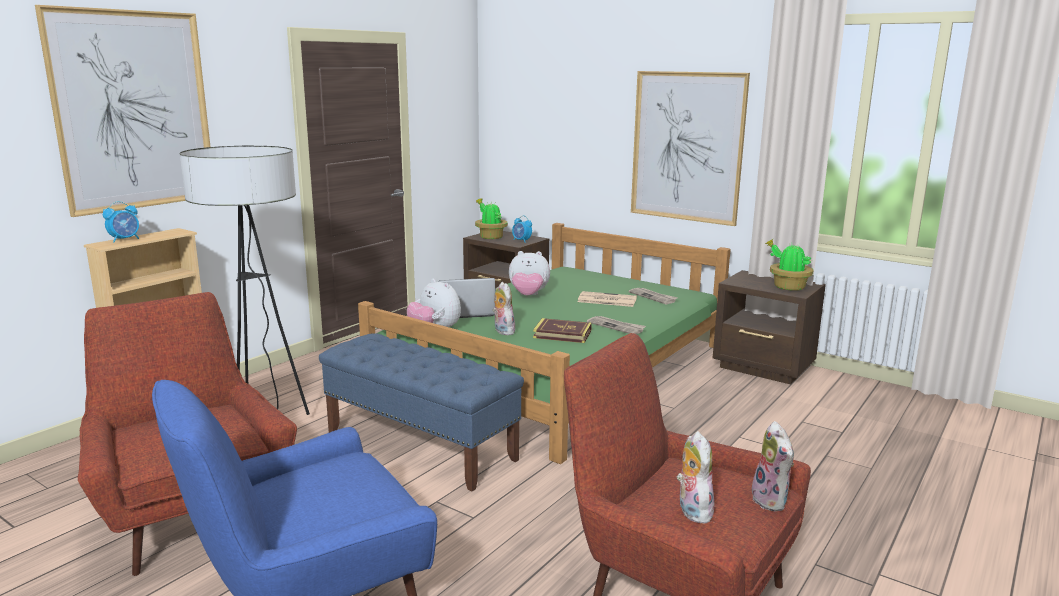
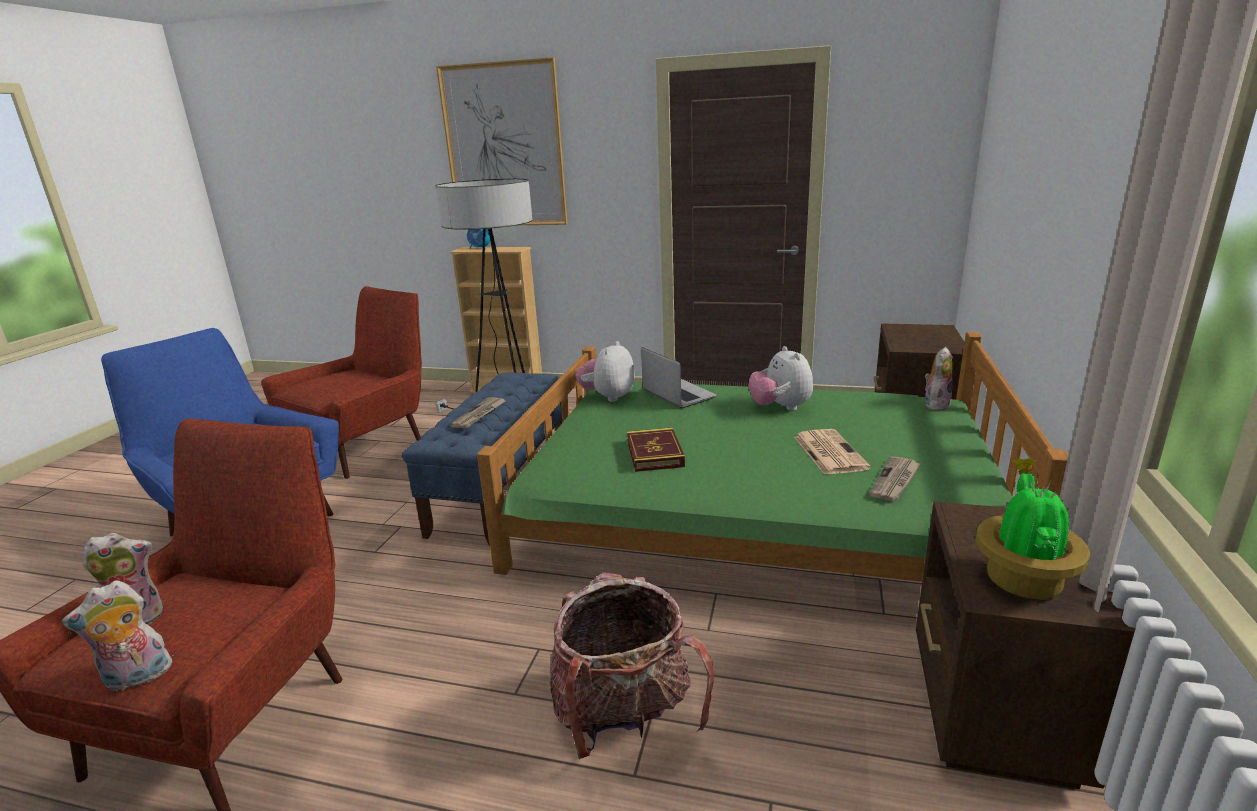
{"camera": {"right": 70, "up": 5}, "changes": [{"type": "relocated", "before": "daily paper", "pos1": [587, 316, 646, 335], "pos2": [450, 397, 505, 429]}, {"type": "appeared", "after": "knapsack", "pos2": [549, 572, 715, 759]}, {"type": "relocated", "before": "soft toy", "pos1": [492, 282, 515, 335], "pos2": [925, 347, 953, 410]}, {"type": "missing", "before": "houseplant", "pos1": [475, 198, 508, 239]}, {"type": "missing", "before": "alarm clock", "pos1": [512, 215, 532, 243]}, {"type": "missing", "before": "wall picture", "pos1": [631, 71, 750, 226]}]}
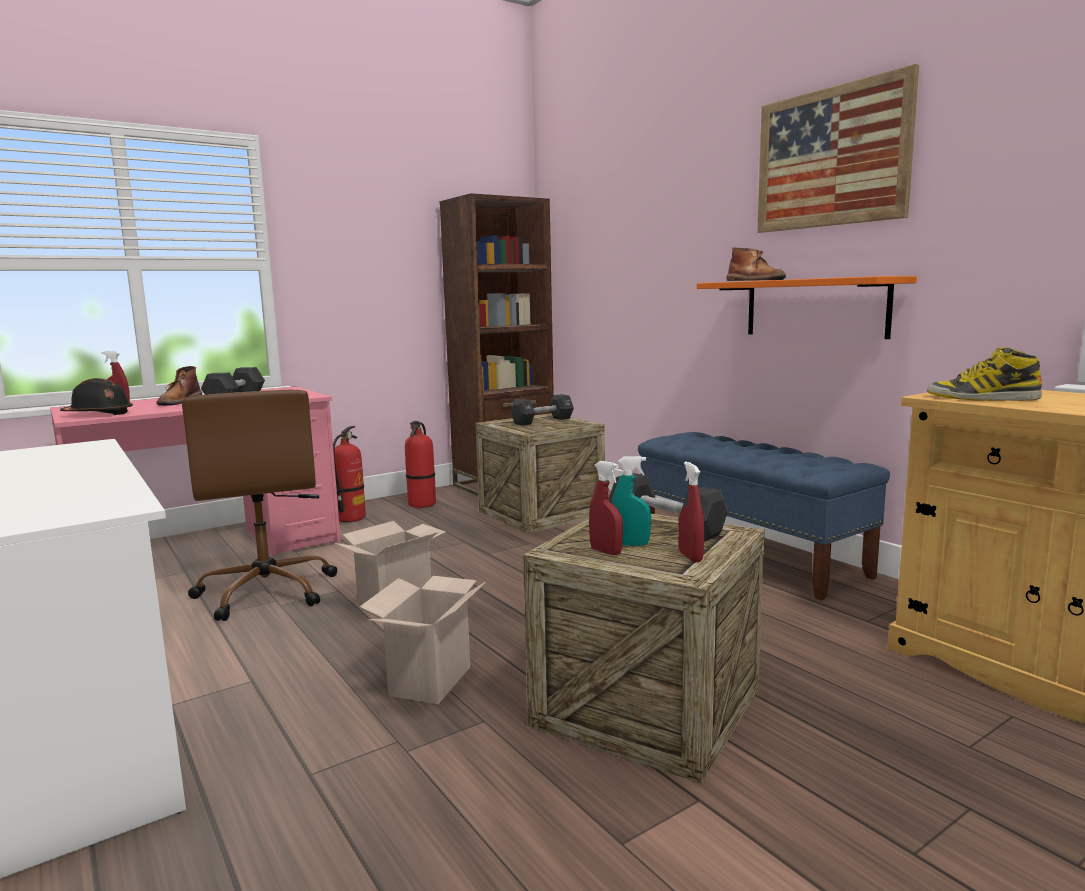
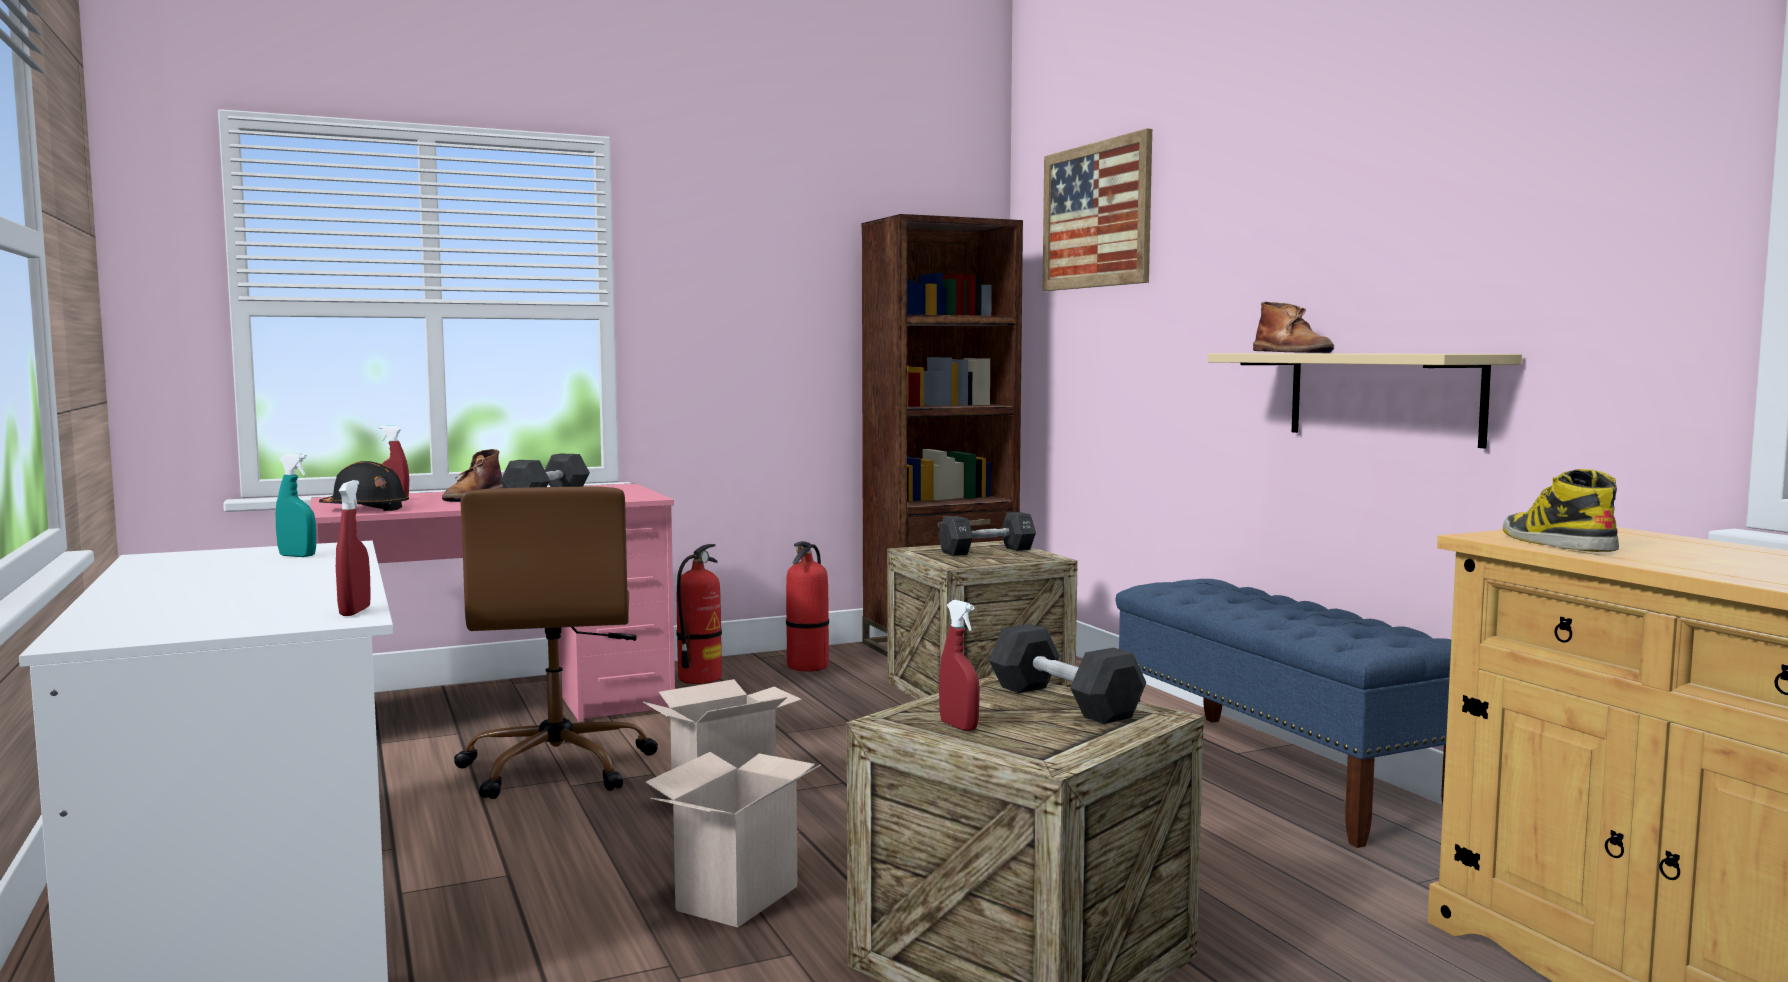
{"camera": {"right": 10, "up": -5}, "changes": [{"type": "relocated", "before": "hand sprayer (blue-green)", "pos1": [612, 456, 651, 546], "pos2": [276, 454, 316, 557]}, {"type": "relocated", "before": "hand sprayer (red-coloured)", "pos1": [679, 462, 704, 563], "pos2": [336, 480, 371, 616]}, {"type": "relocated", "before": "wall picture", "pos1": [757, 64, 919, 233], "pos2": [1042, 129, 1152, 291]}, {"type": "colour", "before": "bracket shelf (orange)", "after": "bracket shelf (beige)", "pos1": [697, 276, 917, 339], "pos2": [1207, 353, 1522, 448]}, {"type": "spun", "before": "high-top boot", "pos1": [927, 347, 1042, 401], "pos2": [1503, 469, 1619, 552], "turn": 45}]}
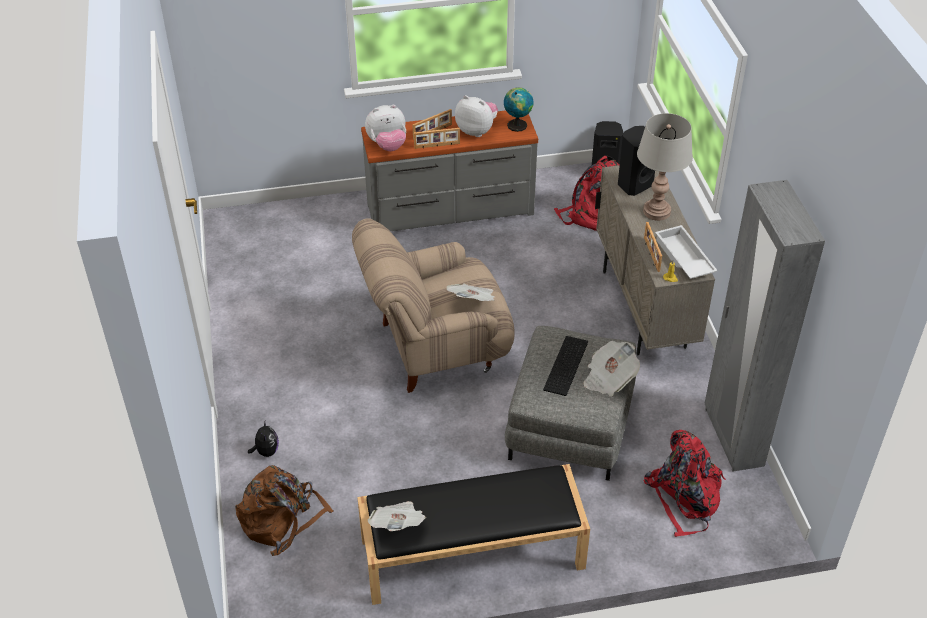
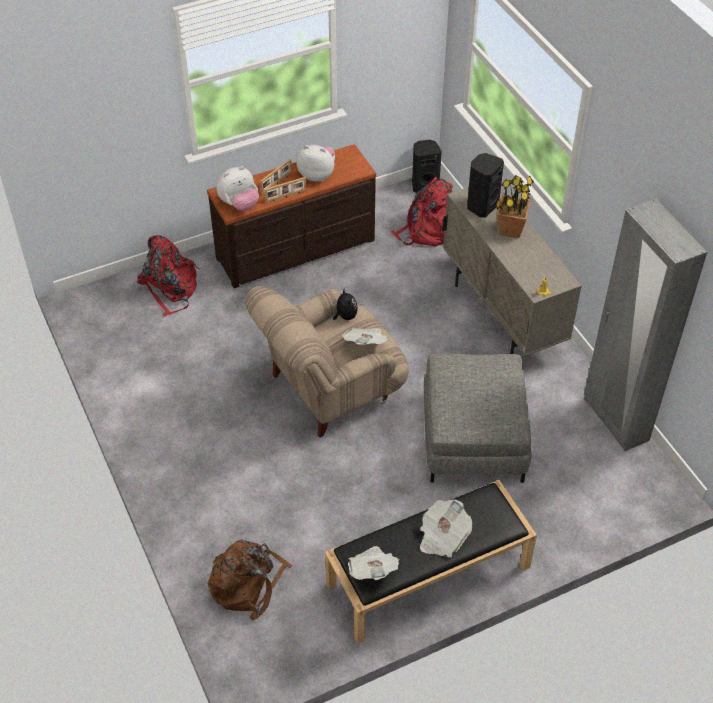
{"camera": {"right": -15, "up": 5}, "changes": [{"type": "relocated", "before": "knapsack (red-coloured)", "pos1": [644, 430, 726, 537], "pos2": [137, 235, 199, 316]}, {"type": "colour", "before": "chest of drawers (grey)", "after": "chest of drawers (brownish)", "pos1": [361, 110, 538, 231], "pos2": [207, 144, 376, 288]}, {"type": "relocated", "before": "soft toy", "pos1": [248, 422, 279, 457], "pos2": [333, 288, 358, 320]}, {"type": "relocated", "before": "daily paper", "pos1": [583, 341, 640, 396], "pos2": [420, 500, 472, 558]}, {"type": "exchanged", "before": "table lamp (grey)", "after": "houseplant", "pos1": [637, 113, 693, 221], "pos2": [495, 175, 534, 238]}, {"type": "missing", "before": "globe", "pos1": [504, 87, 534, 132]}, {"type": "missing", "before": "keyboard", "pos1": [543, 336, 588, 396]}, {"type": "missing", "before": "photo frame", "pos1": [644, 222, 662, 272]}, {"type": "missing", "before": "tray (white-coloured)", "pos1": [655, 225, 718, 279]}]}
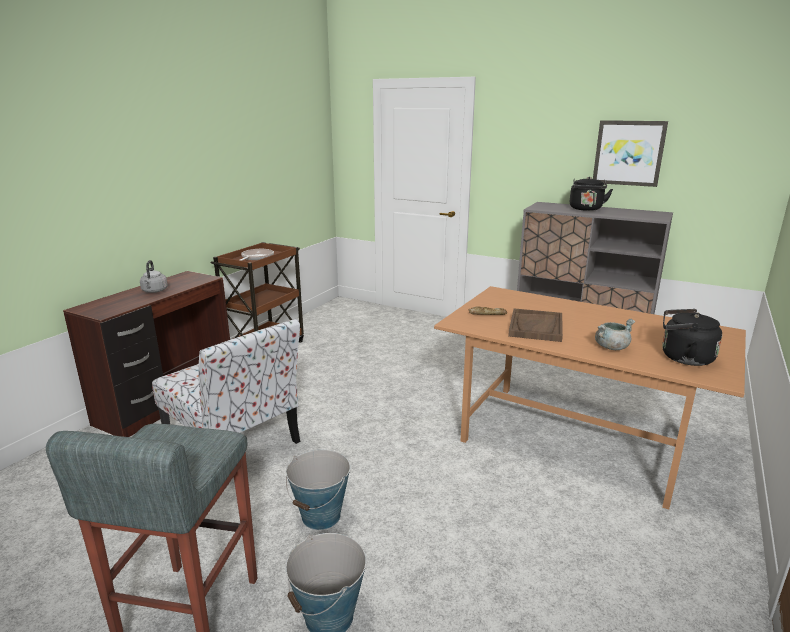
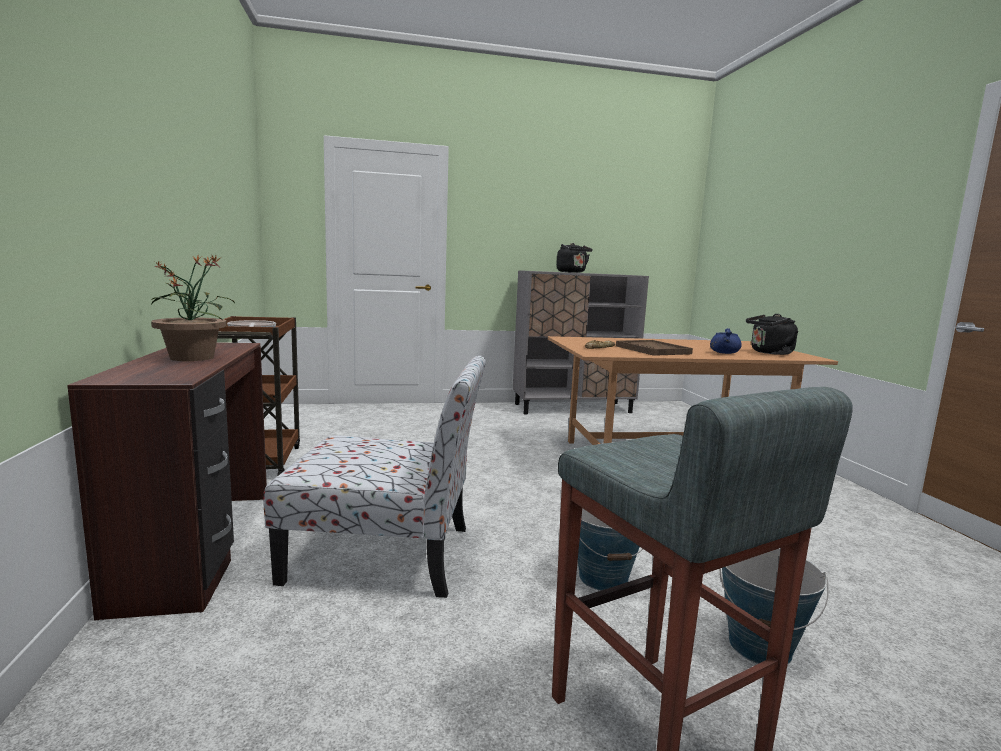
{"camera": {"right": -40, "up": -10}, "changes": [{"type": "exchanged", "before": "water kettle (grey)", "after": "houseplant", "pos1": [140, 260, 168, 293], "pos2": [151, 254, 235, 361]}, {"type": "colour", "before": "stockpot (grey)", "after": "stockpot (blue)", "pos1": [595, 319, 635, 350], "pos2": [710, 328, 742, 354]}, {"type": "missing", "before": "wall picture", "pos1": [593, 120, 668, 187]}]}
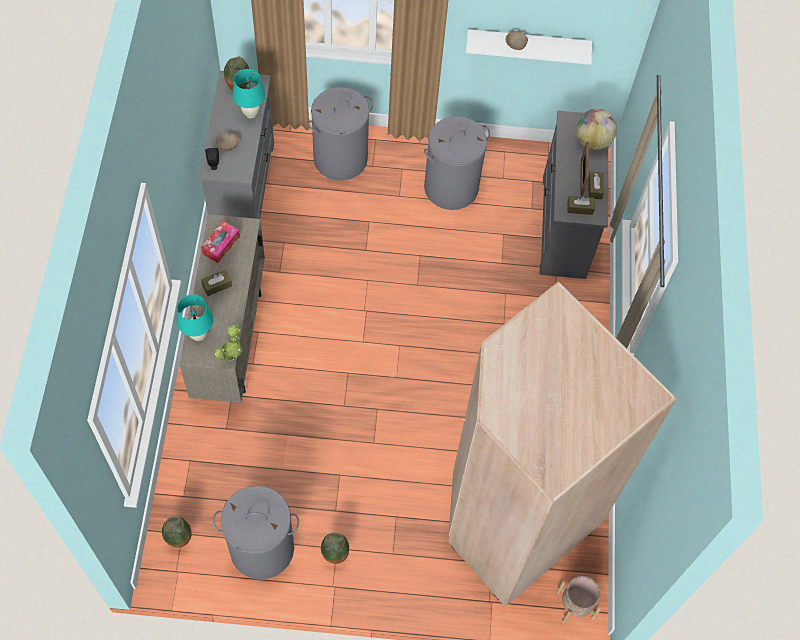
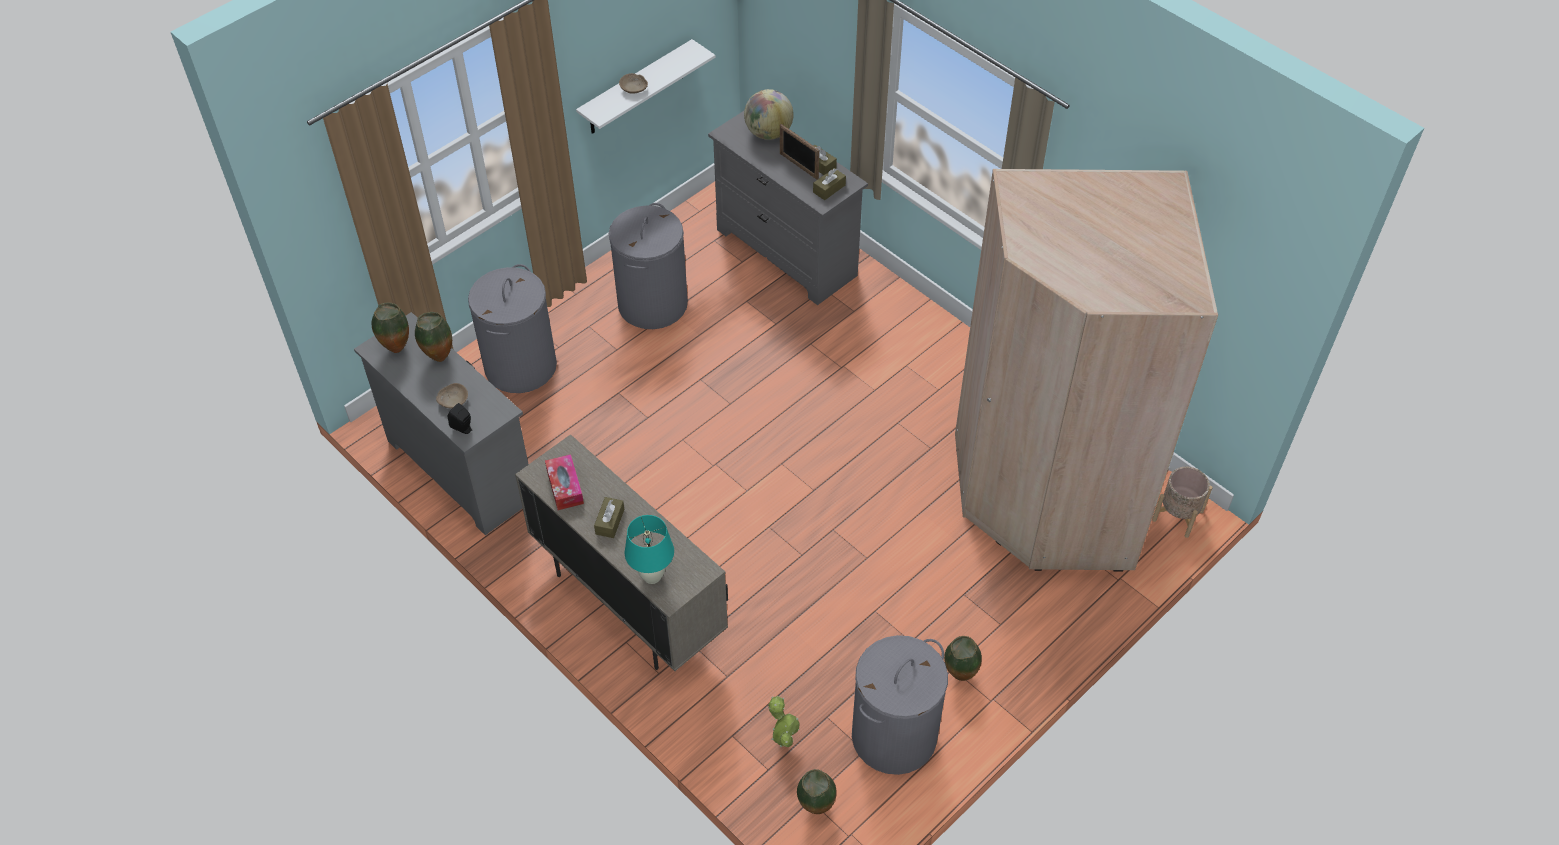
{"camera": {"right": -45, "up": -10}, "changes": [{"type": "exchanged", "before": "table lamp (blue-green)", "after": "vase", "pos1": [232, 69, 266, 118], "pos2": [415, 312, 452, 362]}, {"type": "relocated", "before": "houseplant", "pos1": [215, 324, 242, 361], "pos2": [768, 696, 800, 747]}]}
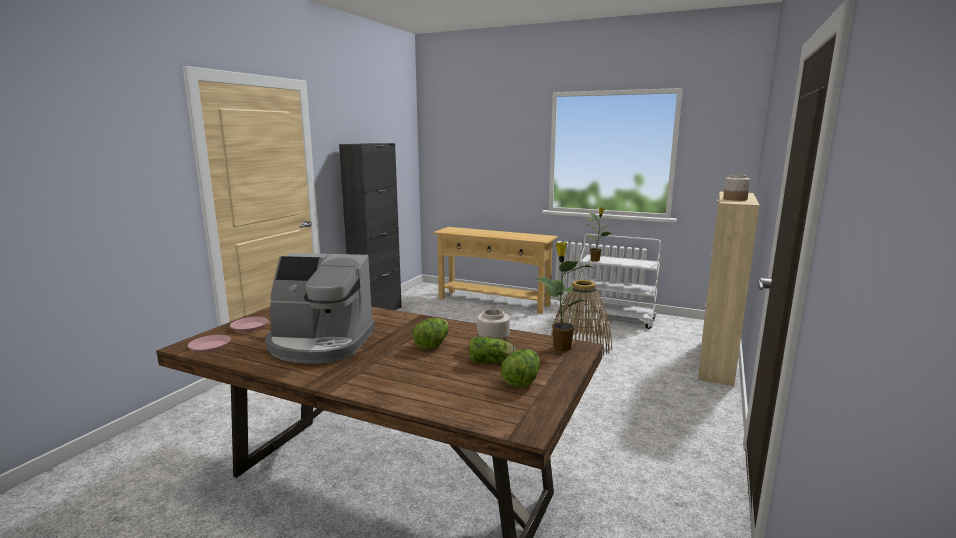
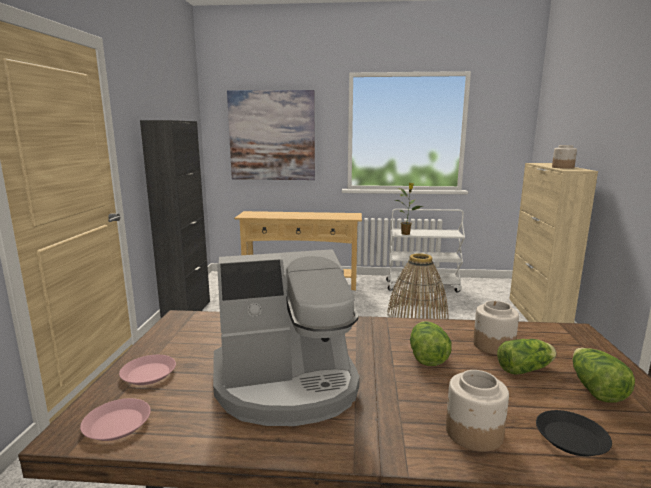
{"camera": {"right": -20, "up": 0}, "changes": [{"type": "appeared", "after": "wall picture", "pos2": [227, 90, 315, 180]}, {"type": "appeared", "after": "storage jar", "pos2": [446, 370, 509, 452]}, {"type": "appeared", "after": "flat dish (black-coloured)", "pos2": [536, 410, 612, 457]}, {"type": "missing", "before": "houseplant", "pos1": [535, 242, 594, 351]}]}
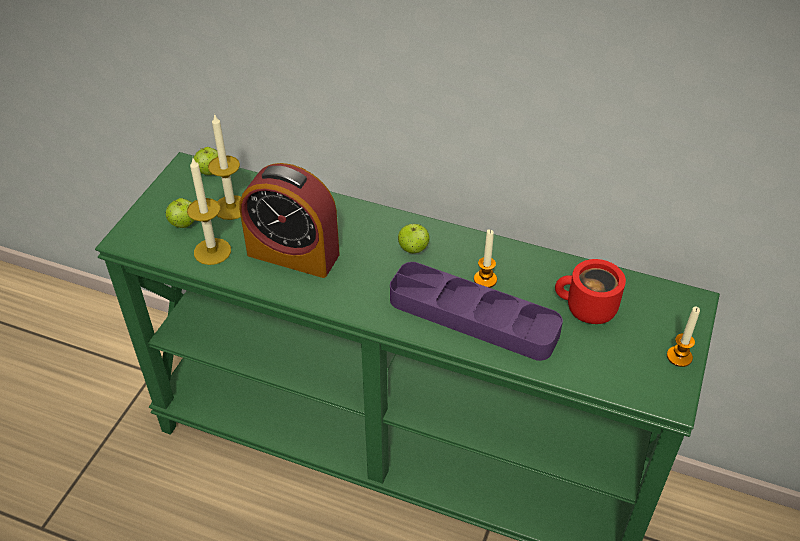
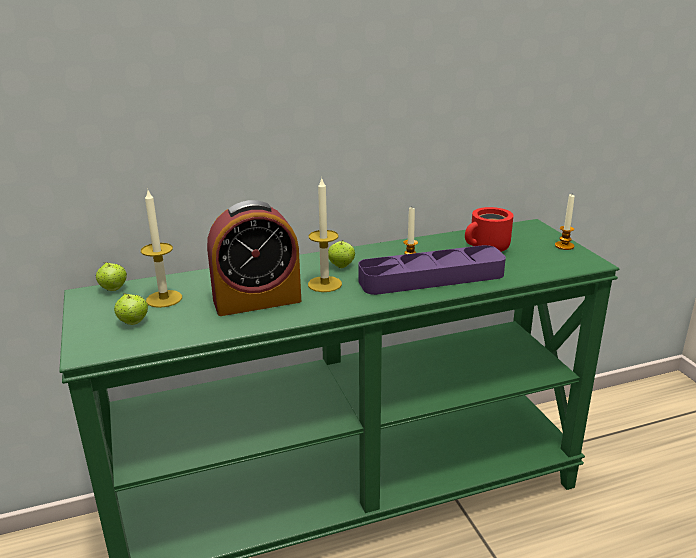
{"camera": {"right": -40, "up": -20}, "changes": [{"type": "relocated", "before": "wax candle", "pos1": [187, 158, 231, 265], "pos2": [308, 177, 342, 292]}]}
